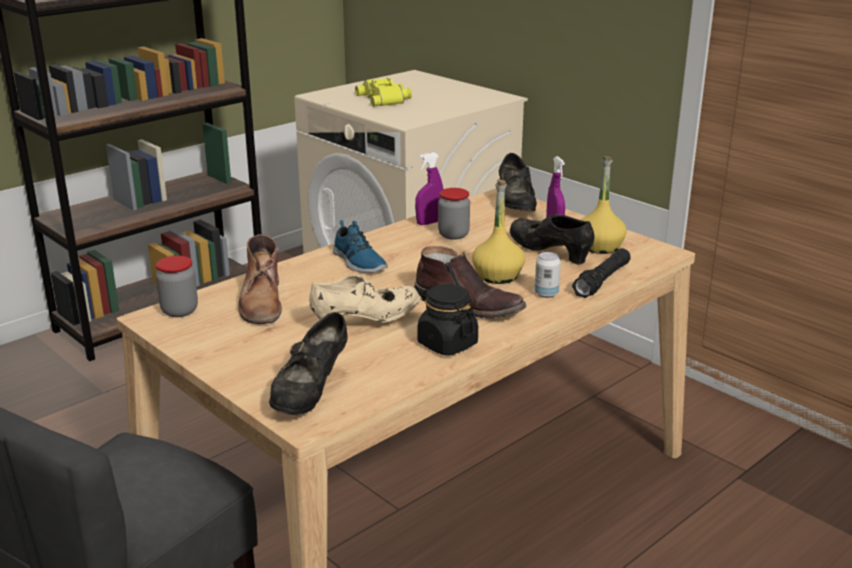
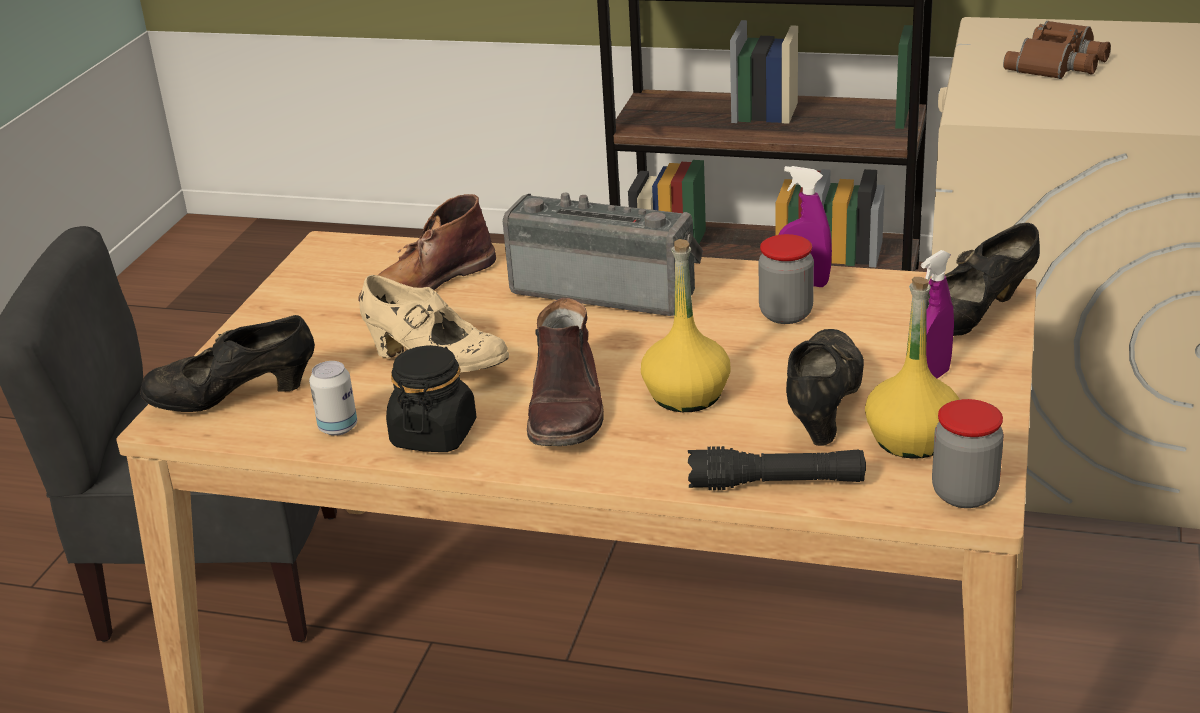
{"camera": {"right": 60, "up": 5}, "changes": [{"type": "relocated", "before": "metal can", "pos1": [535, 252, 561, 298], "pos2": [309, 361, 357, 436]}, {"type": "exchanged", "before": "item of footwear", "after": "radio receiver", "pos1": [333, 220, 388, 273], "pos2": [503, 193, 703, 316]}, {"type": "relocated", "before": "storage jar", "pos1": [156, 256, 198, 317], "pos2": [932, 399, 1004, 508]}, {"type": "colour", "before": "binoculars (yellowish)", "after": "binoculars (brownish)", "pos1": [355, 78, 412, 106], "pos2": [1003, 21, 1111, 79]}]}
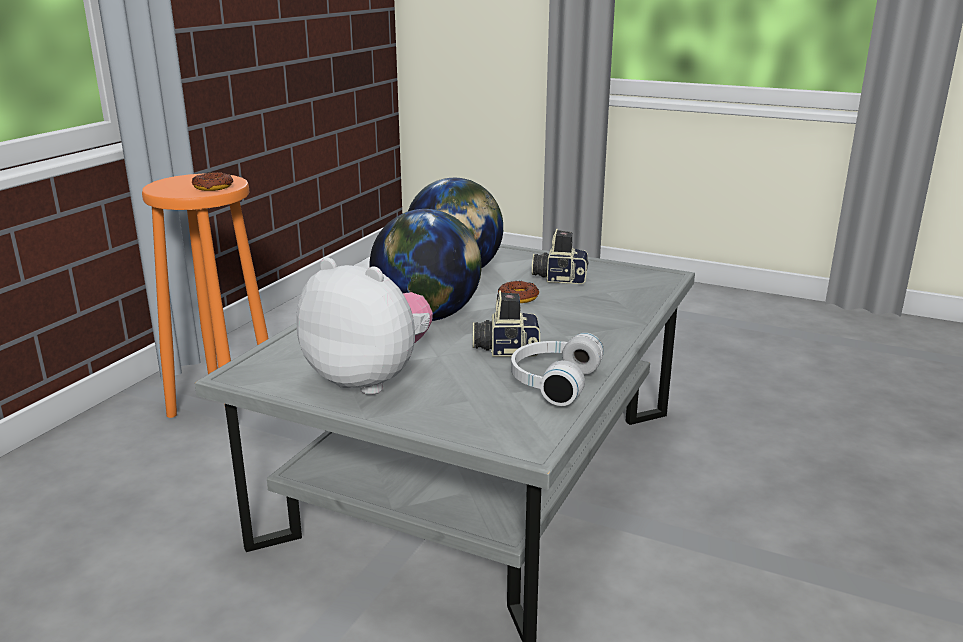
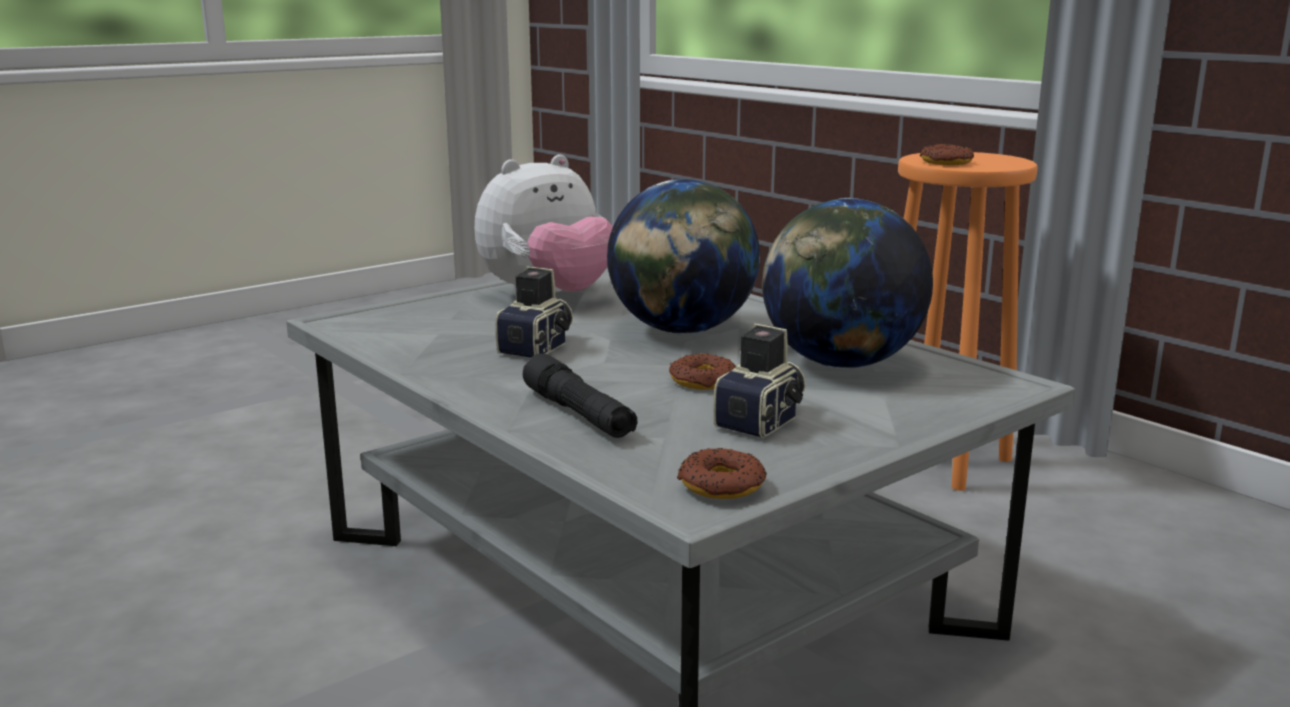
{"camera": {"right": 115, "up": -5}, "changes": [{"type": "appeared", "after": "flashlight (black-coloured)", "pos2": [523, 353, 638, 438]}, {"type": "appeared", "after": "donut", "pos2": [677, 448, 766, 499]}, {"type": "missing", "before": "headset (white-coloured)", "pos1": [511, 333, 604, 406]}]}
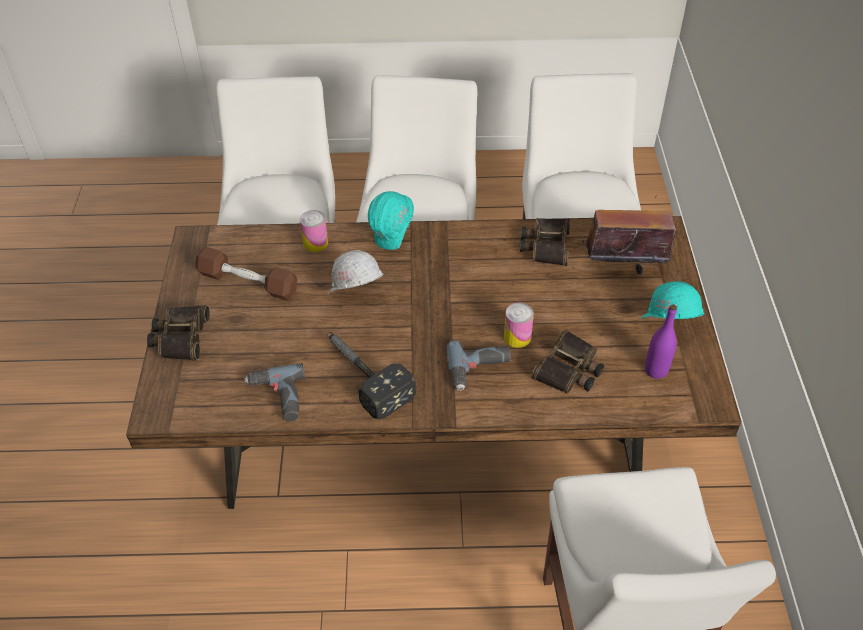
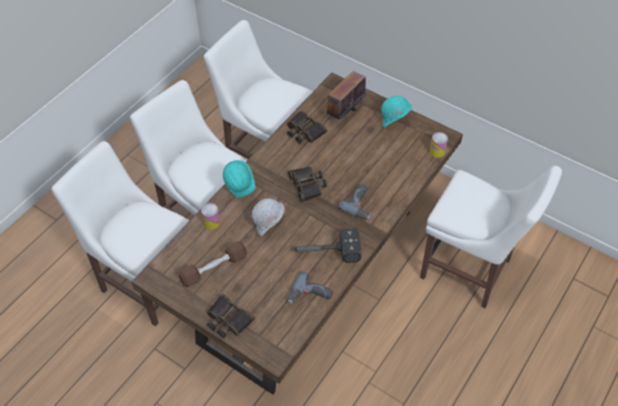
{"camera": {"right": -55, "up": 5}, "changes": [{"type": "relocated", "before": "binoculars", "pos1": [531, 329, 604, 394], "pos2": [288, 167, 327, 202]}, {"type": "relocated", "before": "metal can", "pos1": [504, 303, 534, 348], "pos2": [430, 132, 448, 158]}, {"type": "missing", "before": "drink bottle (purplish)", "pos1": [645, 304, 677, 379]}]}
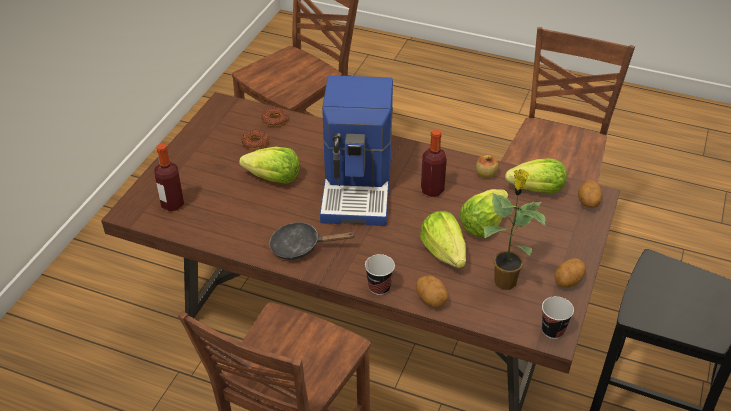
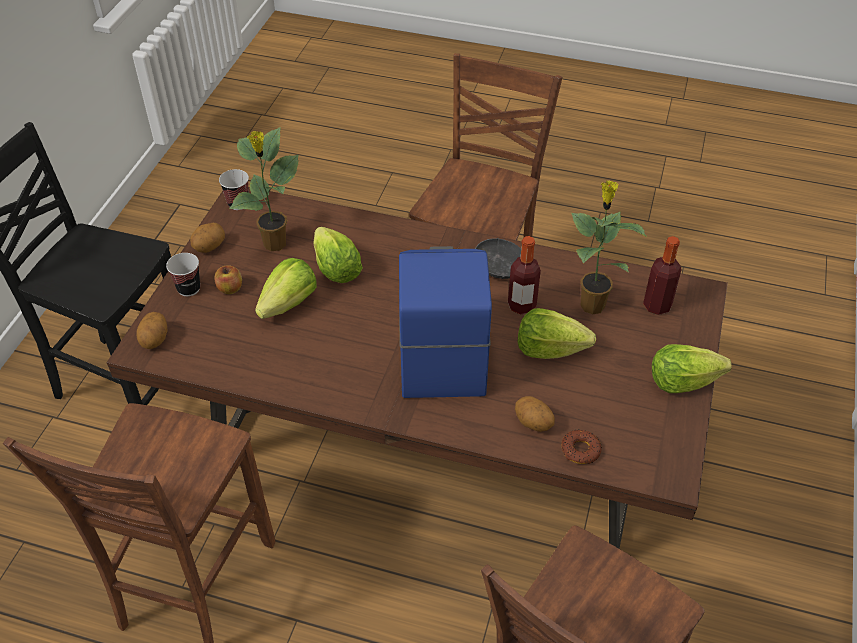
{"camera": {"right": 175, "up": 5}, "changes": [{"type": "relocated", "before": "small cup", "pos1": [365, 254, 395, 295], "pos2": [166, 253, 200, 296]}, {"type": "relocated", "before": "whole apple", "pos1": [476, 155, 498, 178], "pos2": [214, 265, 242, 294]}, {"type": "relocated", "before": "drink bottle", "pos1": [421, 129, 447, 197], "pos2": [508, 236, 541, 315]}, {"type": "relocated", "before": "whole potato", "pos1": [416, 275, 448, 308], "pos2": [515, 396, 555, 432]}, {"type": "appeared", "after": "houseplant", "pos2": [571, 180, 647, 314]}, {"type": "relocated", "before": "lettuce", "pos1": [505, 158, 567, 194], "pos2": [652, 344, 732, 393]}, {"type": "missing", "before": "donut", "pos1": [241, 130, 269, 149]}]}
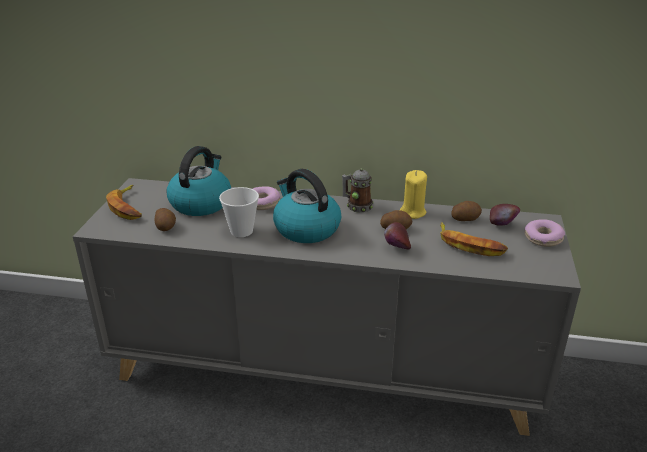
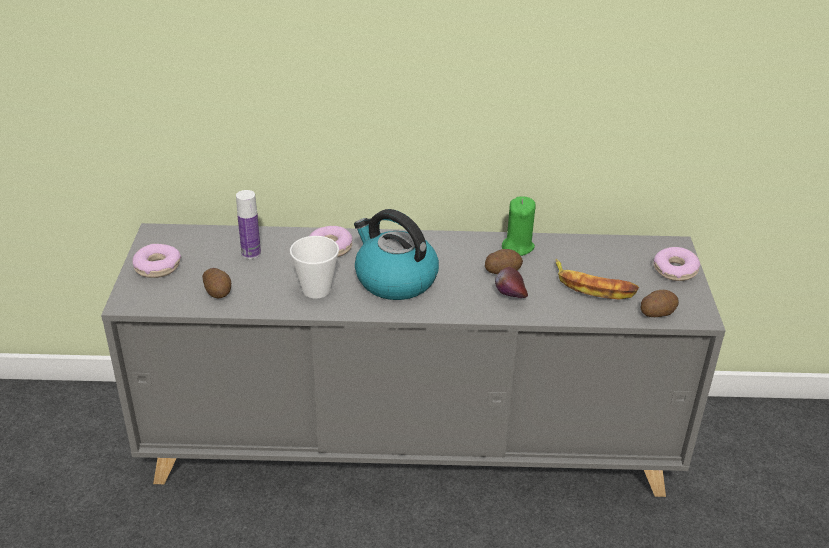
{"camera": {"right": -10, "up": 5}, "changes": [{"type": "exchanged", "before": "whole banana", "after": "donut", "pos1": [106, 185, 142, 220], "pos2": [132, 244, 181, 278]}, {"type": "exchanged", "before": "water kettle", "after": "drink bottle", "pos1": [166, 146, 231, 216], "pos2": [236, 190, 261, 259]}, {"type": "colour", "before": "wax candle (yellowish)", "after": "wax candle (green-coloured)", "pos1": [400, 170, 427, 219], "pos2": [502, 196, 536, 256]}, {"type": "relocated", "before": "whole potato", "pos1": [451, 201, 482, 221], "pos2": [640, 290, 679, 317]}, {"type": "missing", "before": "tea mug", "pos1": [342, 169, 373, 213]}, {"type": "missing", "before": "whole apple", "pos1": [490, 204, 520, 226]}]}
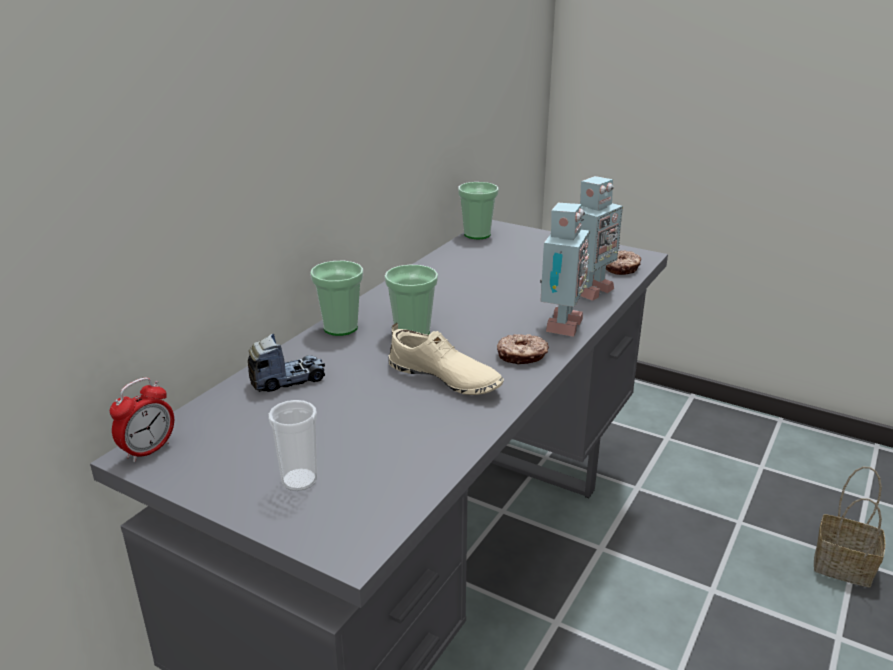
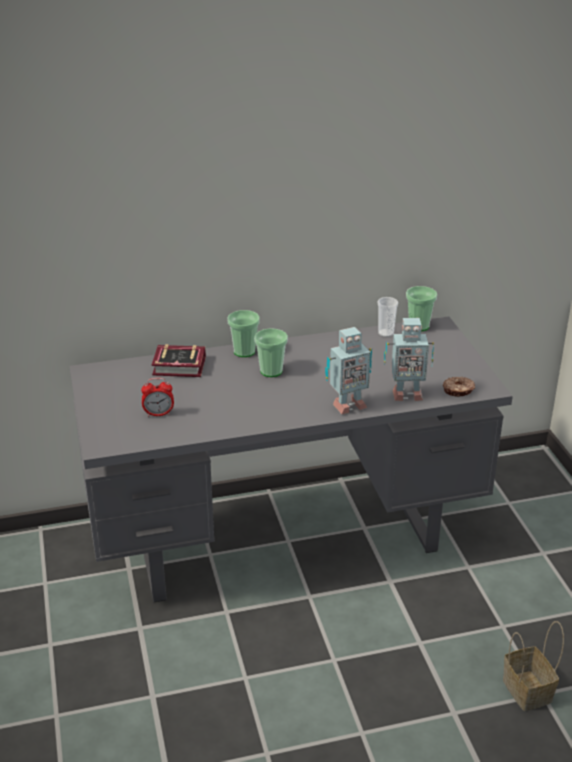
{"camera": {"right": 45, "up": 5}, "changes": [{"type": "relocated", "before": "alarm clock", "pos1": [110, 378, 174, 462], "pos2": [141, 378, 174, 417]}, {"type": "exchanged", "before": "toy truck", "after": "bound book", "pos1": [248, 334, 325, 392], "pos2": [152, 344, 206, 377]}, {"type": "relocated", "before": "small cup", "pos1": [268, 400, 317, 491], "pos2": [378, 297, 398, 337]}, {"type": "missing", "before": "item of footwear (beige)", "pos1": [388, 323, 504, 395]}, {"type": "missing", "before": "donut", "pos1": [497, 334, 549, 364]}]}
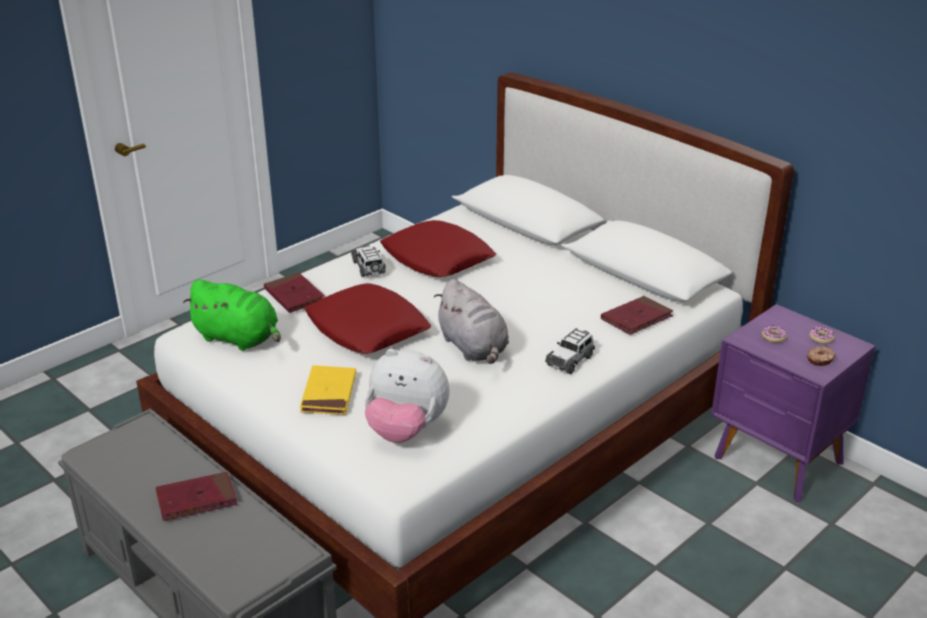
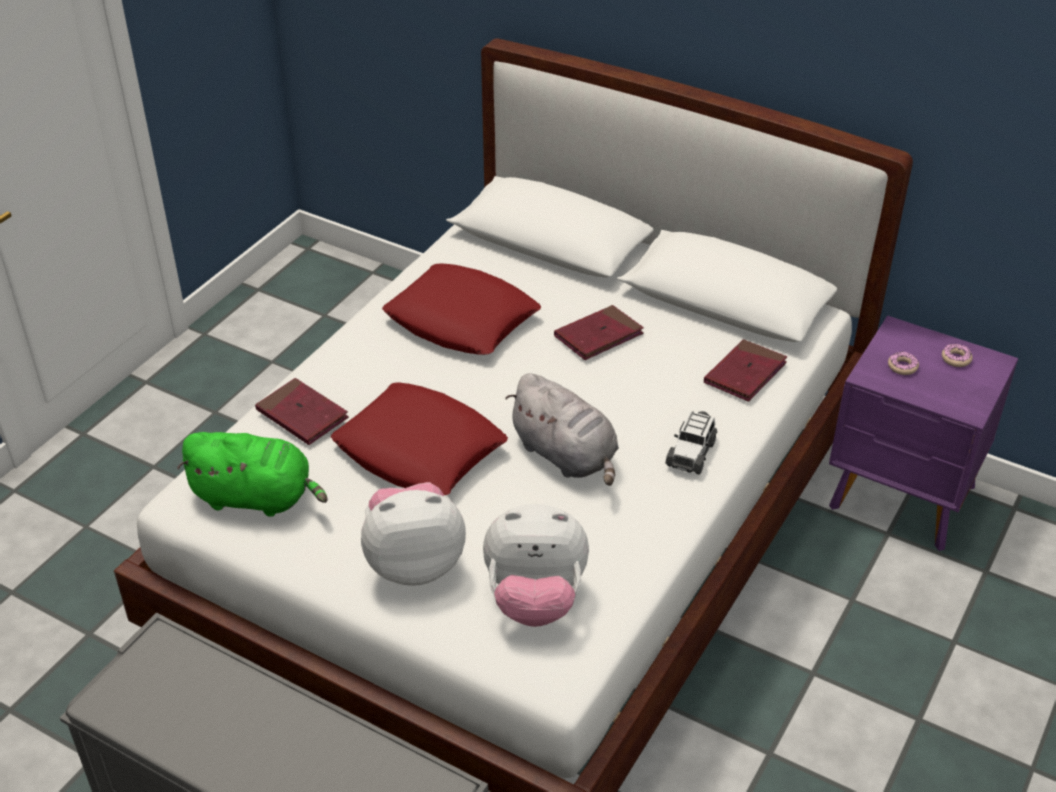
{"camera": {"right": -15, "up": 10}, "changes": [{"type": "exchanged", "before": "bound book (yellowish)", "after": "soft toy", "pos1": [300, 365, 356, 415], "pos2": [361, 482, 466, 586]}, {"type": "relocated", "before": "bound book (red-coloured)", "pos1": [156, 472, 237, 521], "pos2": [554, 305, 644, 360]}, {"type": "missing", "before": "toy car", "pos1": [351, 245, 386, 277]}, {"type": "missing", "before": "donut", "pos1": [807, 347, 836, 366]}]}
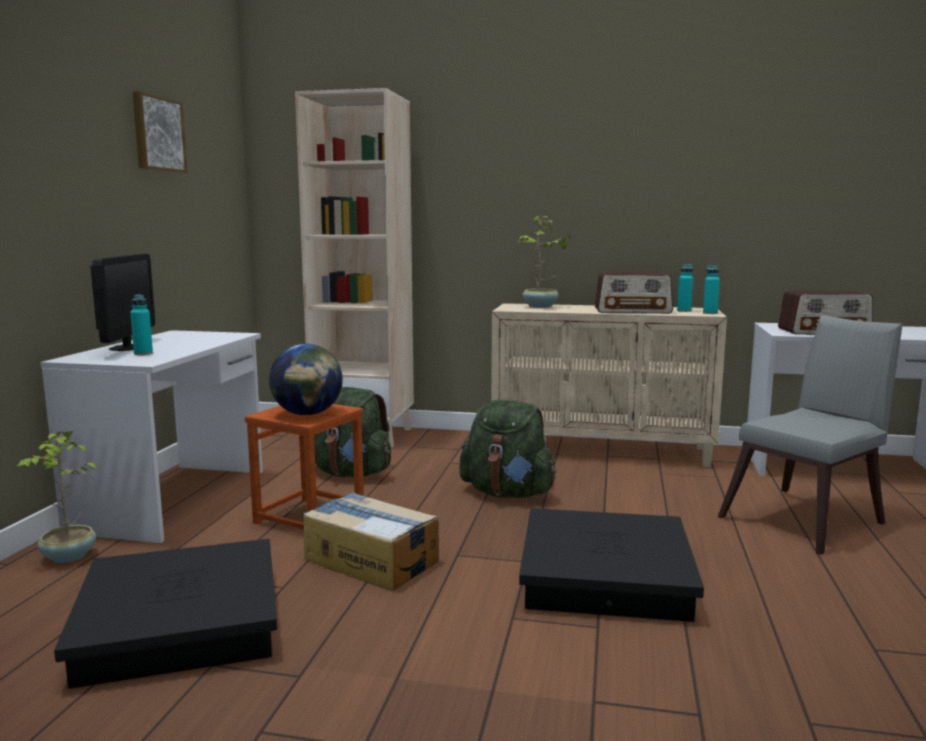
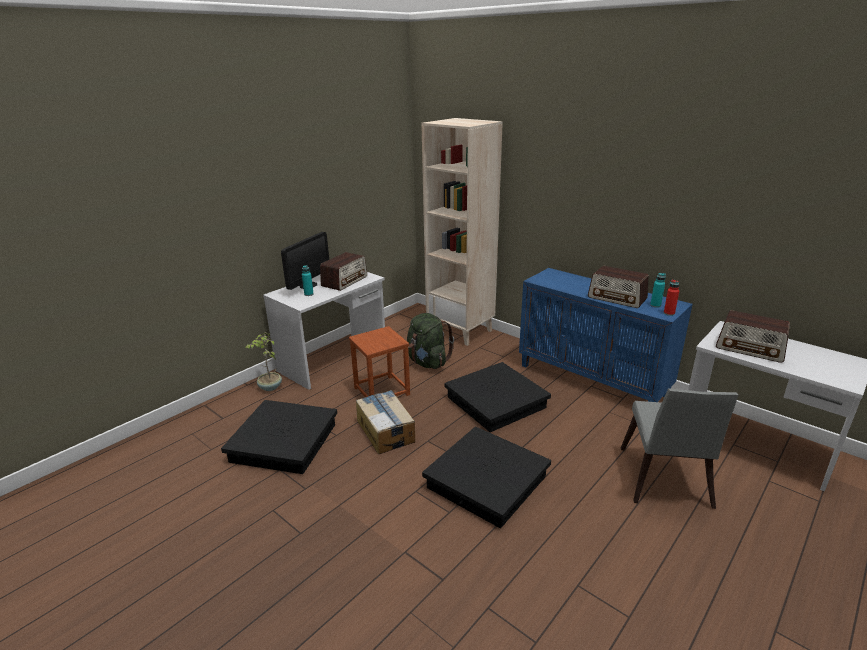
{"camera": {"right": 30, "up": 15}, "changes": [{"type": "appeared", "after": "radio receiver", "pos2": [320, 252, 367, 291]}, {"type": "exchanged", "before": "knapsack (green-coloured)", "after": "storage container (black-coloured)", "pos1": [459, 400, 556, 498], "pos2": [444, 362, 551, 432]}, {"type": "colour", "before": "cabinet (beige)", "after": "cabinet (blue)", "pos1": [491, 303, 727, 467], "pos2": [519, 268, 693, 402]}, {"type": "spun", "before": "chair (grey)", "pos1": [718, 315, 903, 555], "pos2": [621, 388, 738, 509], "turn": 105}, {"type": "colour", "before": "drink bottle (blue-green)", "after": "drink bottle (red-coloured)", "pos1": [703, 265, 720, 314], "pos2": [664, 279, 679, 316]}, {"type": "missing", "before": "wall picture", "pos1": [133, 91, 187, 173]}, {"type": "missing", "before": "globe", "pos1": [269, 344, 343, 415]}, {"type": "missing", "before": "houseplant", "pos1": [517, 216, 572, 308]}]}
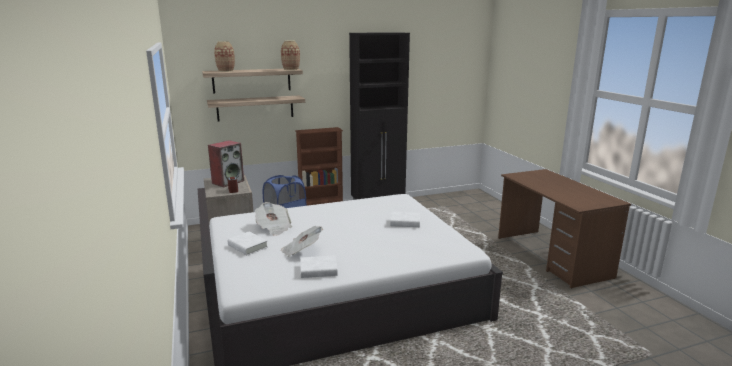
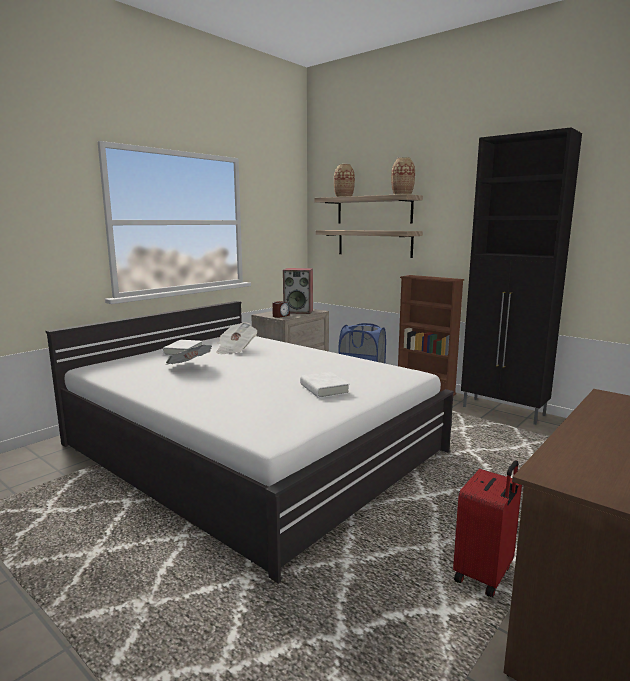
{"camera": {"right": 60, "up": -5}, "changes": [{"type": "appeared", "after": "travel case (red-coloured)", "pos2": [453, 461, 522, 597]}, {"type": "missing", "before": "bound book (white-coloured)", "pos1": [300, 255, 338, 278]}]}
